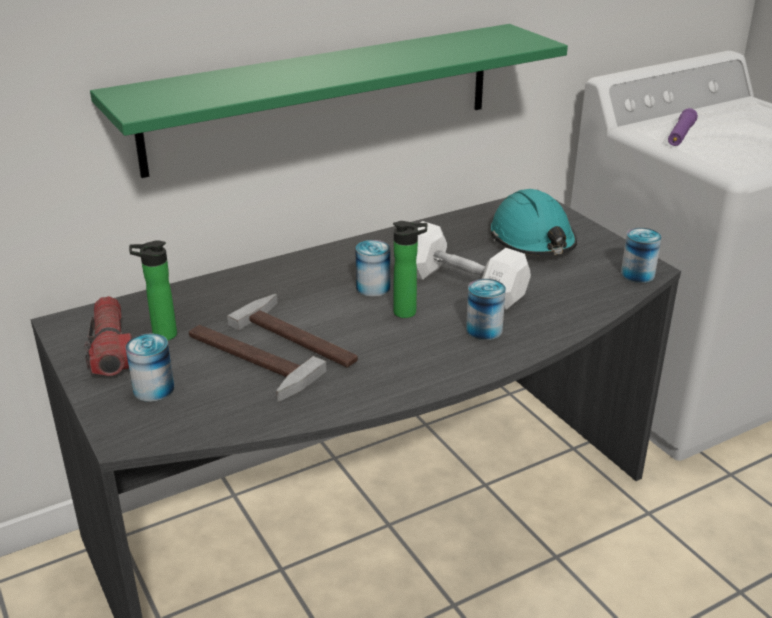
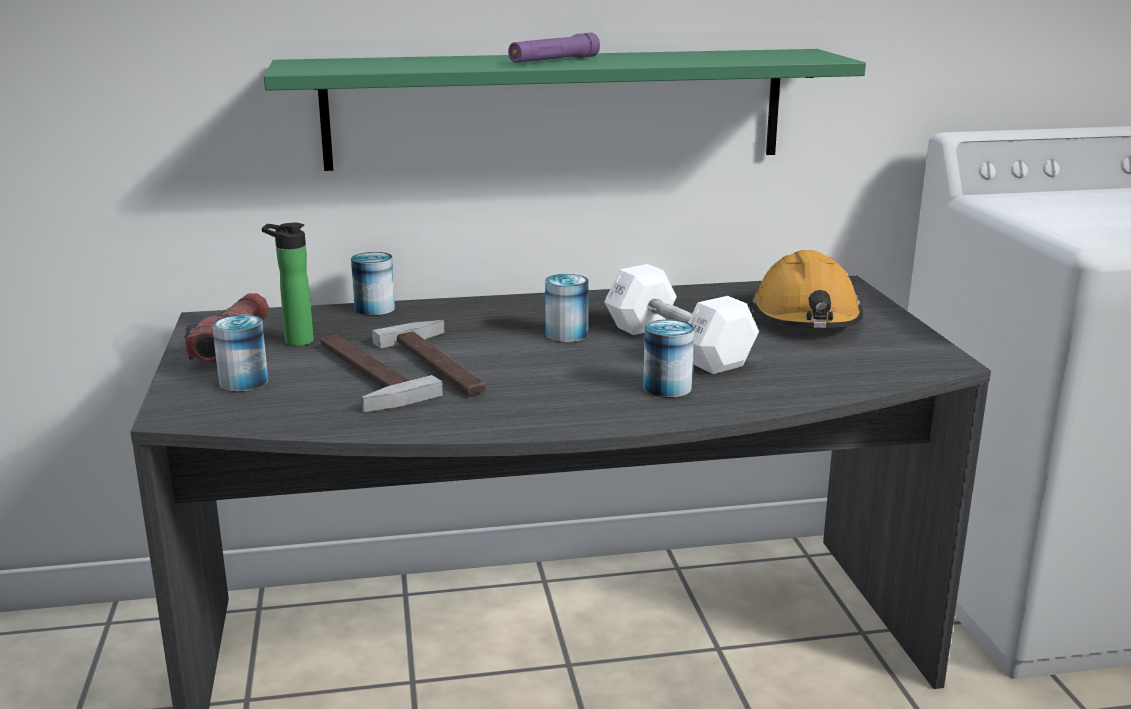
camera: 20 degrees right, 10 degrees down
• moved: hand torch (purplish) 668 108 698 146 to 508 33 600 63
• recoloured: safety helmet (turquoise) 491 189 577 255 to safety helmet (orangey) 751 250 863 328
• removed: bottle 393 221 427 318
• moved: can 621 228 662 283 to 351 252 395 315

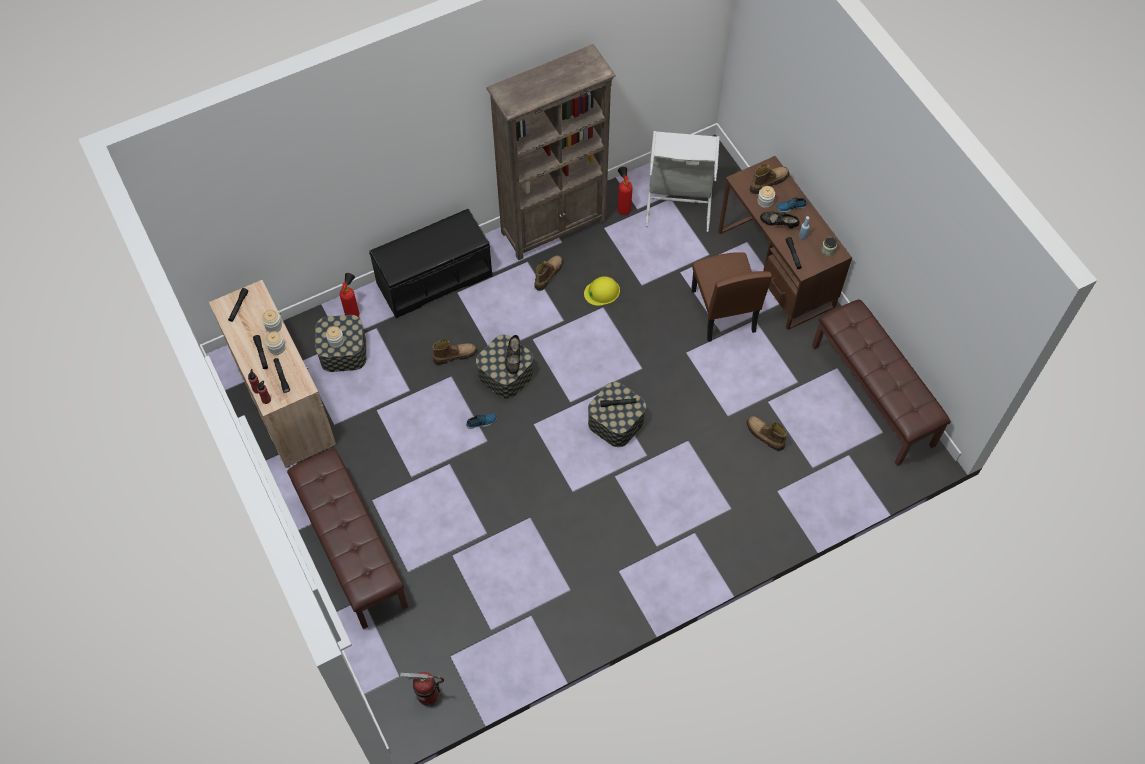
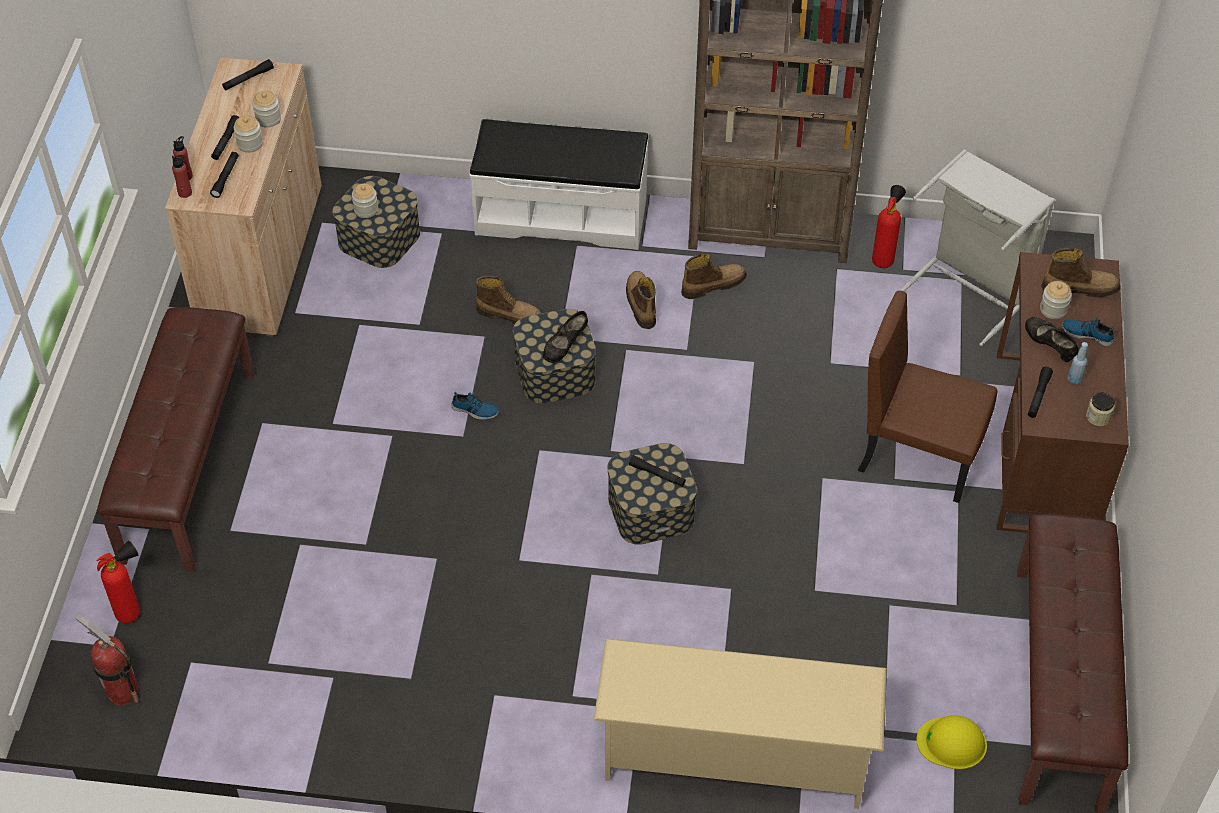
camera: 35 degrees right, 10 degrees down
• recoloured: bench (black-coloured) 369 209 492 318 to bench (whitish) 469 119 648 250
• turned: upright chair (brown-coloured) 691 252 772 342 = 858 291 998 503 90 degrees clockwise
• moved: extinguisher 340 273 359 317 to 96 541 140 623
• moved: safety helmet (yellow) 584 276 620 306 to 917 715 987 769
• moved: tall boot 747 416 787 451 to 626 271 656 329
• added: shoe rack (sand-coloured) 594 639 887 809

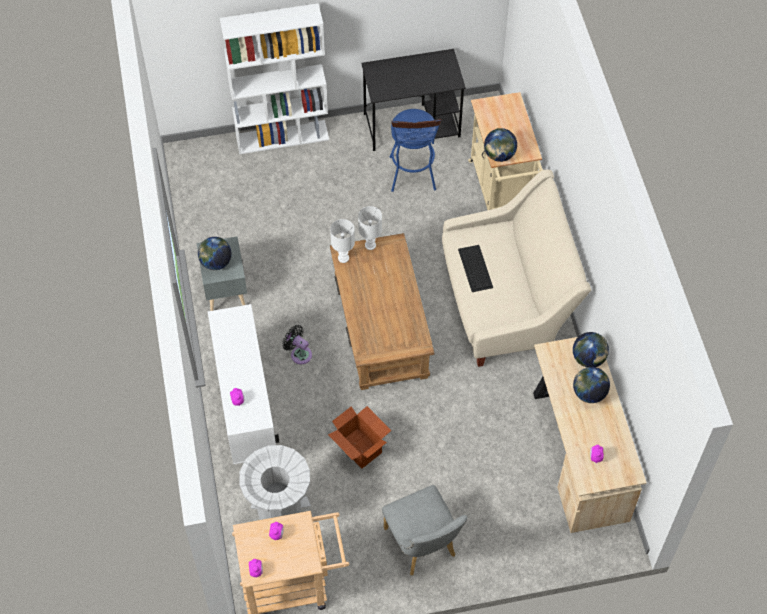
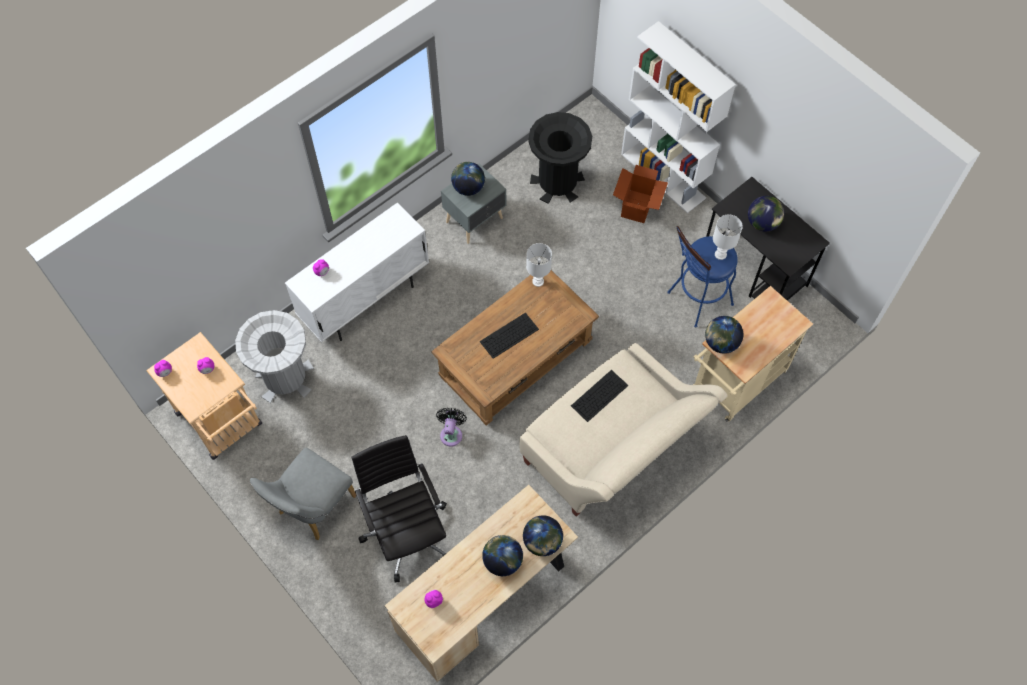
camera: 60 degrees right, 5 degrees up
• moved: tabletop lamp (whitish) 358 206 382 250 to 713 215 743 260
• moved: cooling fan (black-coloured) 282 325 312 364 to 436 408 467 447
• moved: cardboard box 328 406 392 469 to 613 165 668 223
• added: trash can (black-coloured) 528 112 592 204
• added: globe 748 196 784 232
• added: PC keyboard 480 312 539 359
• added: computer chair (black-coloured) 351 435 447 582

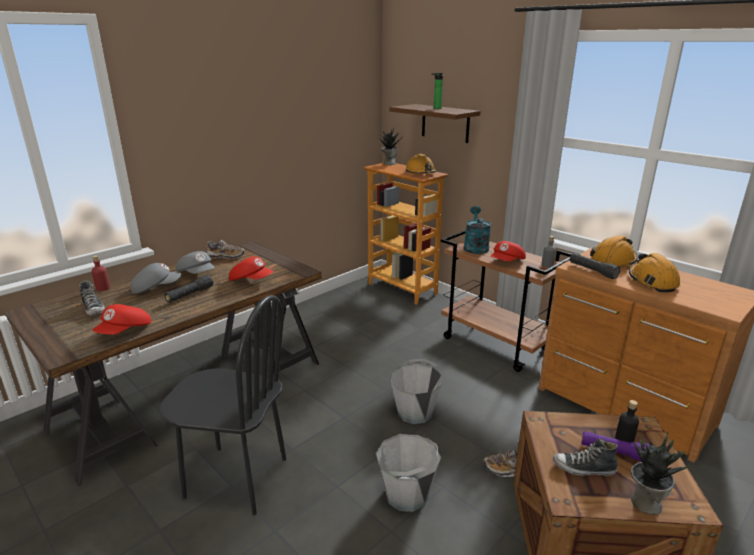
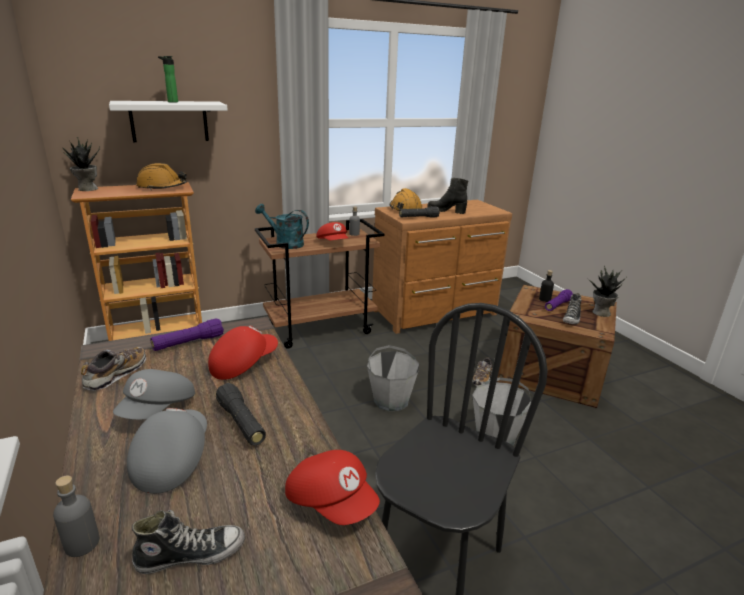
camera: 70 degrees left, 0 degrees up
• recoloured: bracket shelf (brown-coloured) 389 104 481 143 to bracket shelf (whitish) 109 101 228 142
• turned: peaked cap (grey) 176 251 215 274 = 113 369 195 419 135 degrees clockwise
• replaced: safety helmet (orangey) 629 253 680 292 to tall boot (black-coloured) 427 178 468 214
• recoloured: bottle (reddish) 92 255 110 291 to bottle (grey) 53 475 99 557
• added: hand torch (purplish) 150 318 224 351

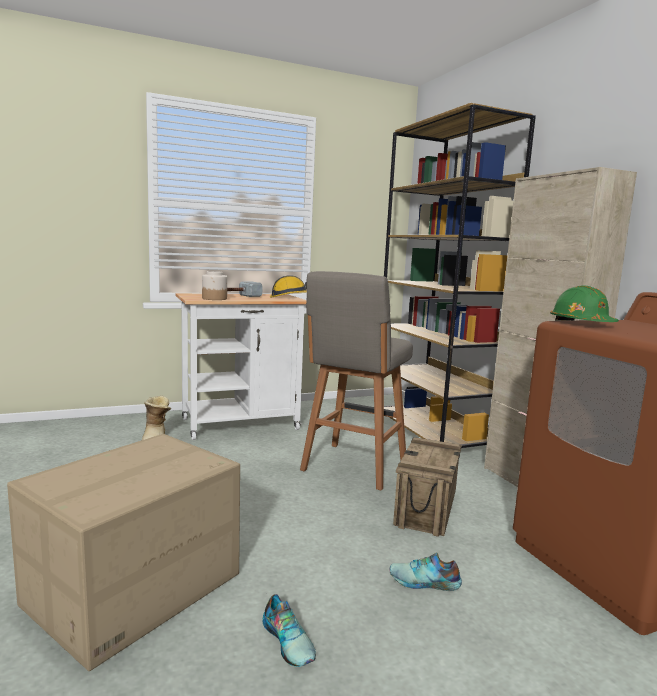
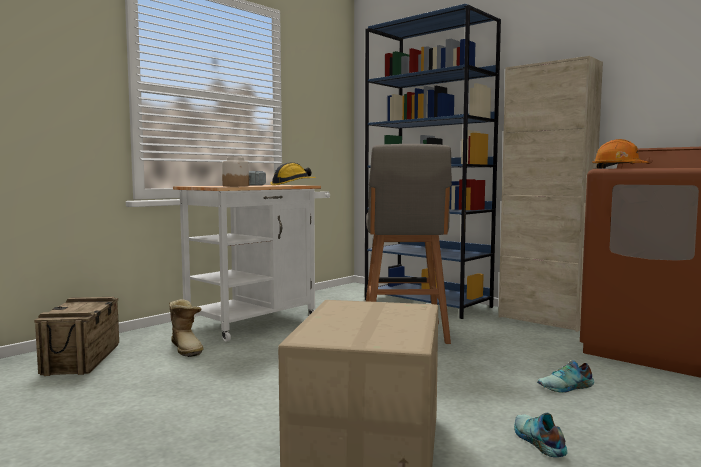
camera: 25 degrees left, 5 degrees down
• recoloured: shelving unit (brown-coloured) 384 103 536 448 to shelving unit (bluish) 365 3 501 319
• recoloured: safety helmet (green) 550 285 619 322 to safety helmet (orangey) 592 139 649 169
• moved: crate 393 437 462 537 to 34 297 119 376
• turned: item of footwear 262 594 316 667 = 514 413 567 457 135 degrees counterclockwise

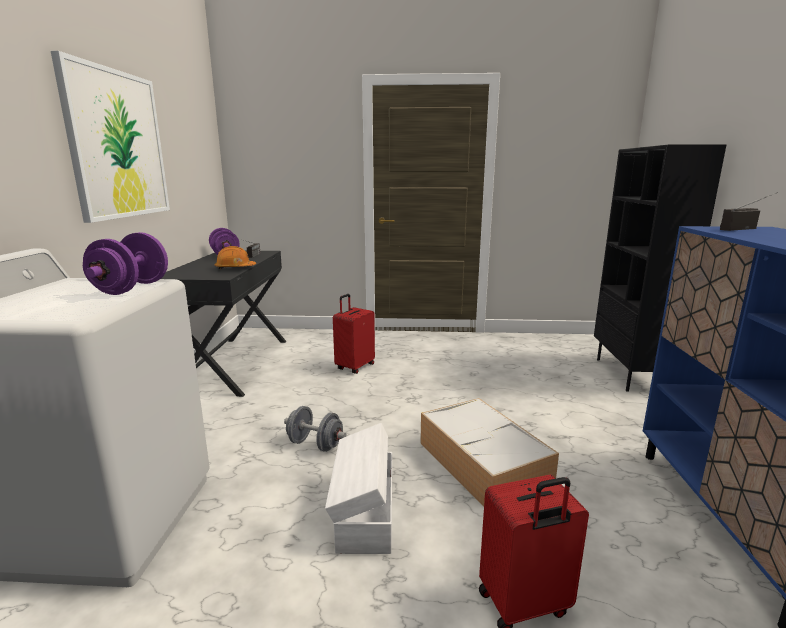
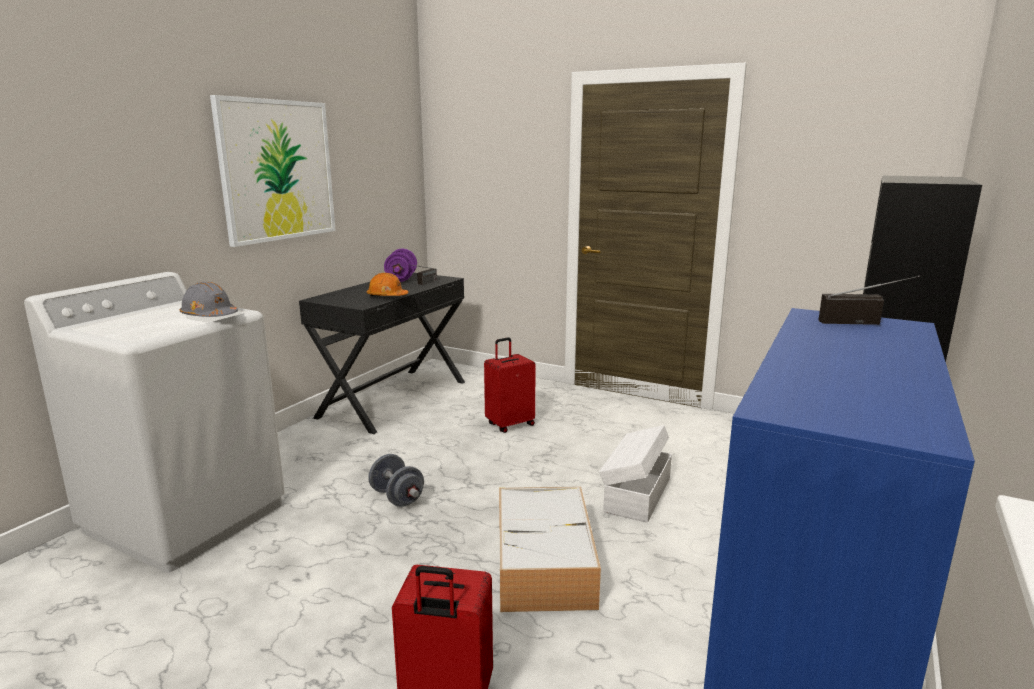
camera: 25 degrees right, 0 degrees up
• replaced: dumbbell (purplish) 83 232 168 295 to safety helmet (grey) 180 282 238 317
• moved: storage bin (whitish) 325 423 392 554 to 599 425 672 523

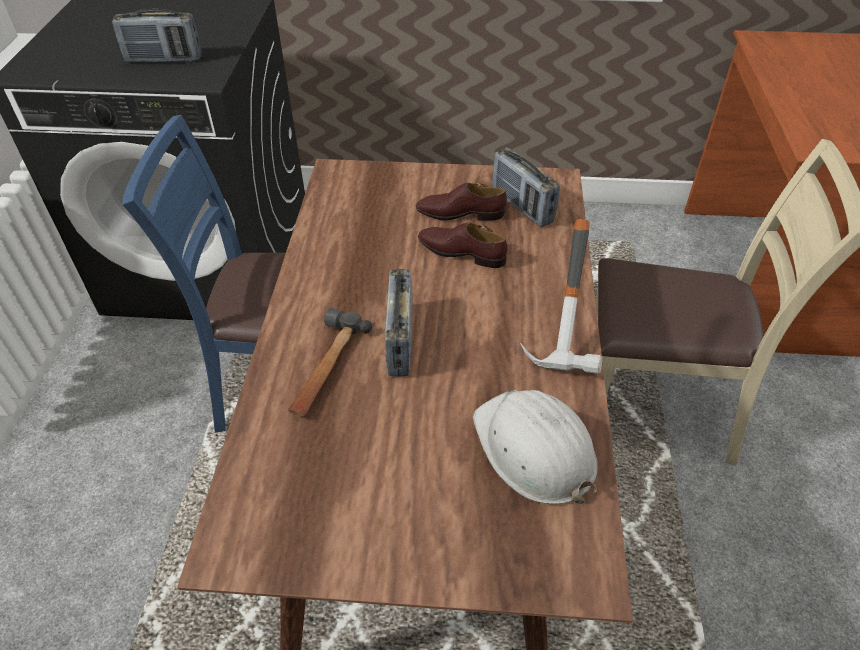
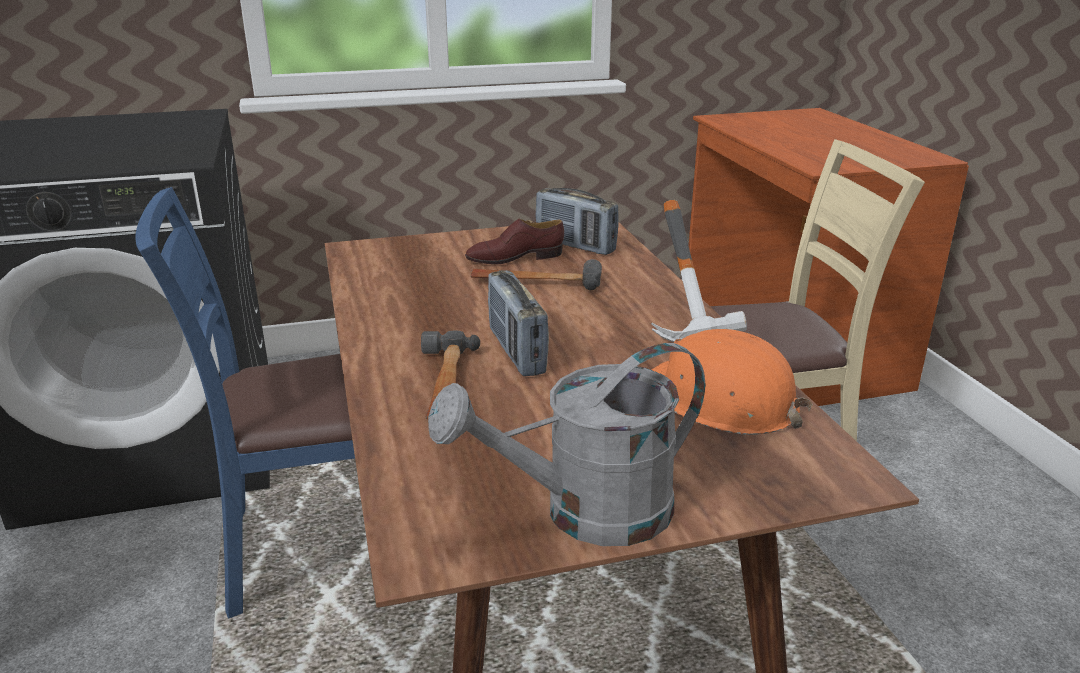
camera: 20 degrees left, 20 degrees down
• removed: radio 112 9 202 63
• replaced: item of footwear (brown-coloured) 418 222 508 268 to hand hammer 471 259 602 290
• recoloured: safety helmet (whitish) 473 390 598 504 to safety helmet (orangey) 652 329 813 435
• added: watering pot (grey) 428 343 705 546

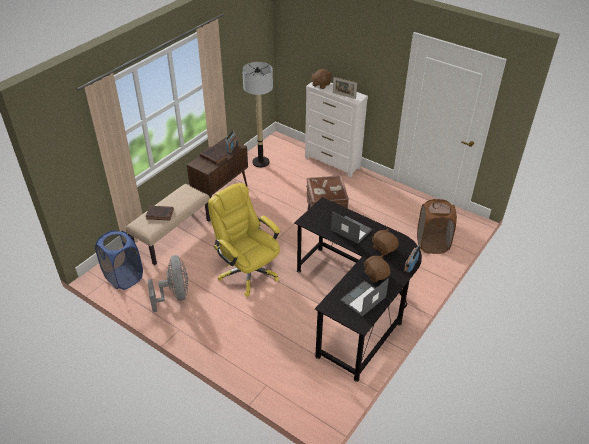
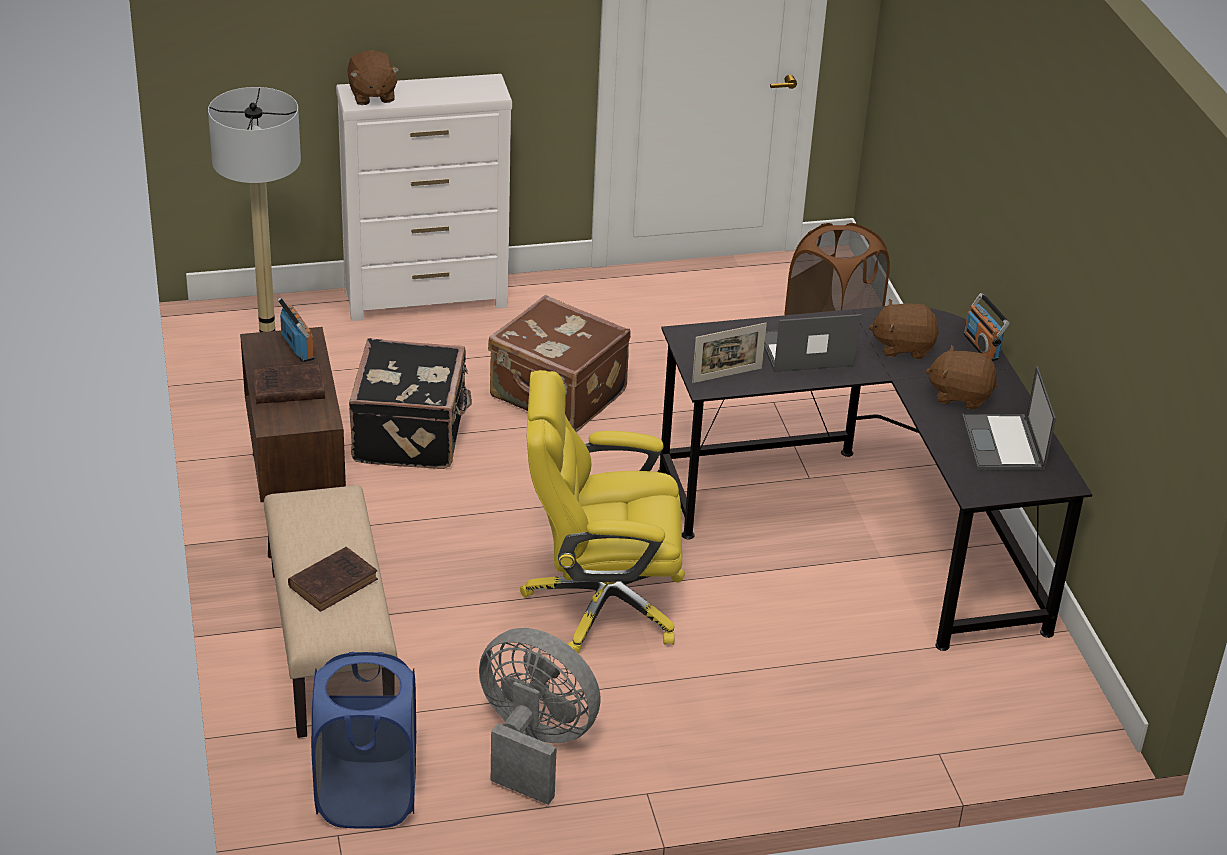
camera: 50 degrees left, 5 degrees down
• moved: standing frame 333 77 357 99 to 692 323 767 383
• added: travel case (black-coloured) 349 338 472 469

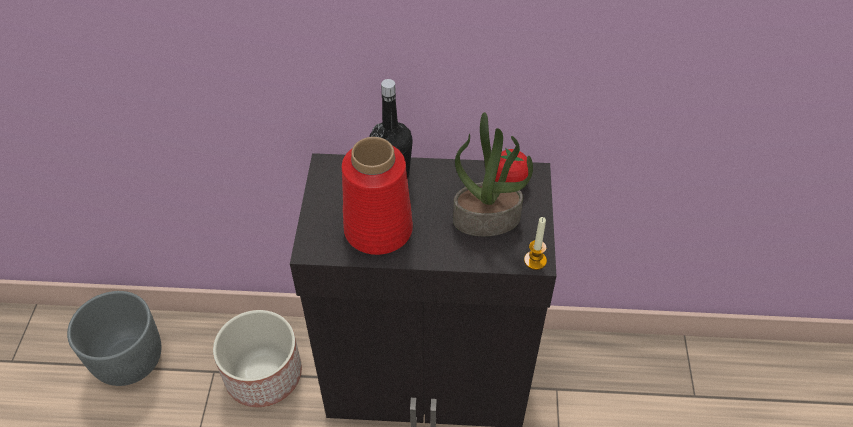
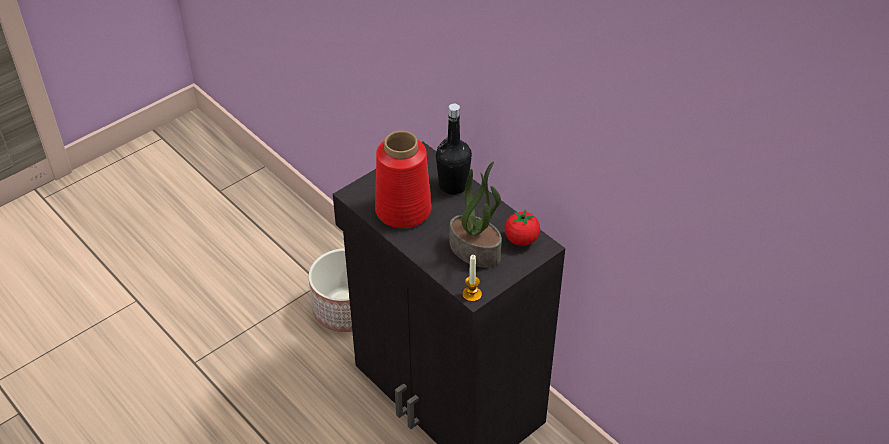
camera: 45 degrees right, 5 degrees down
• removed: plant pot (grey) 67 291 161 386

